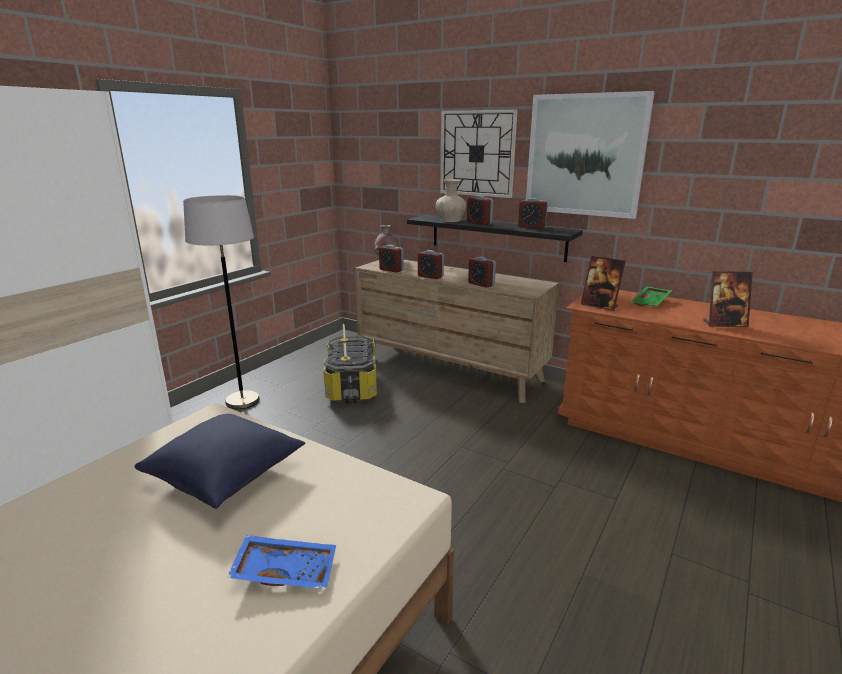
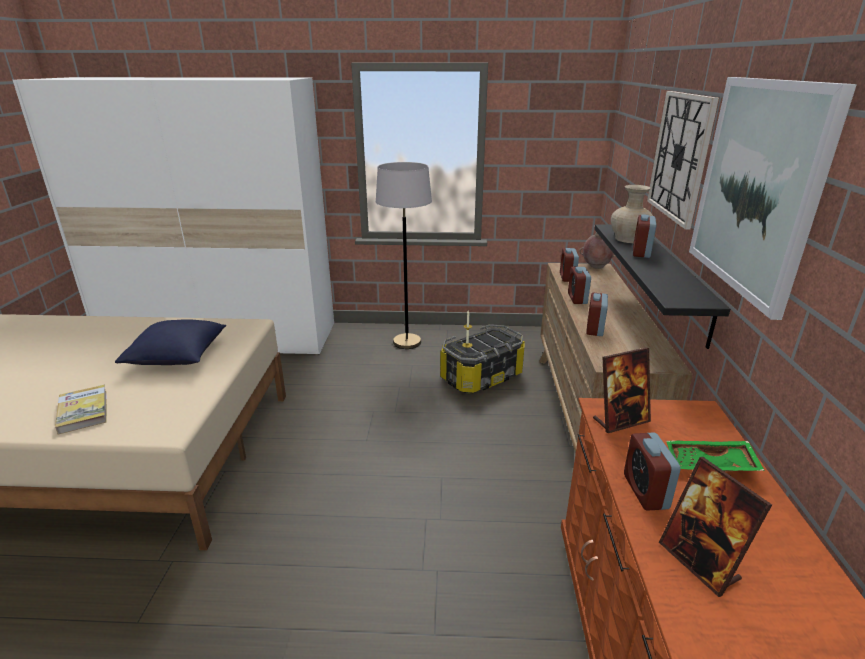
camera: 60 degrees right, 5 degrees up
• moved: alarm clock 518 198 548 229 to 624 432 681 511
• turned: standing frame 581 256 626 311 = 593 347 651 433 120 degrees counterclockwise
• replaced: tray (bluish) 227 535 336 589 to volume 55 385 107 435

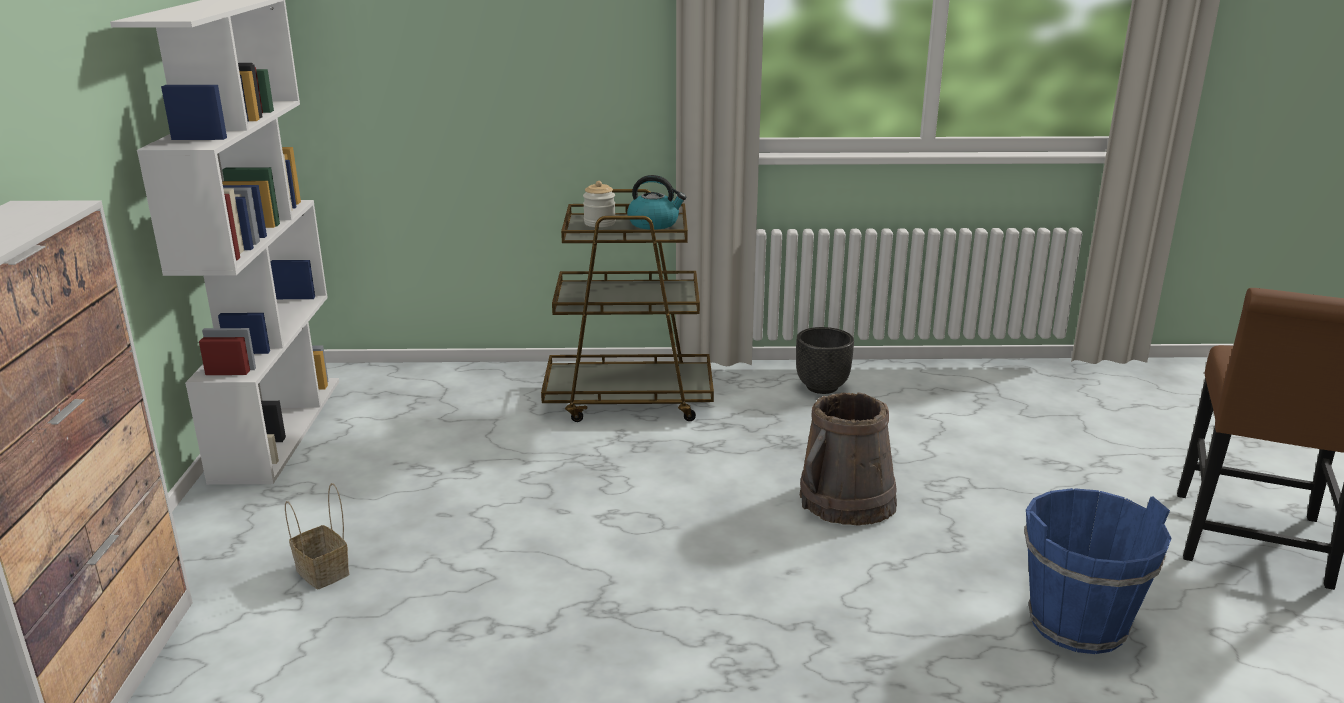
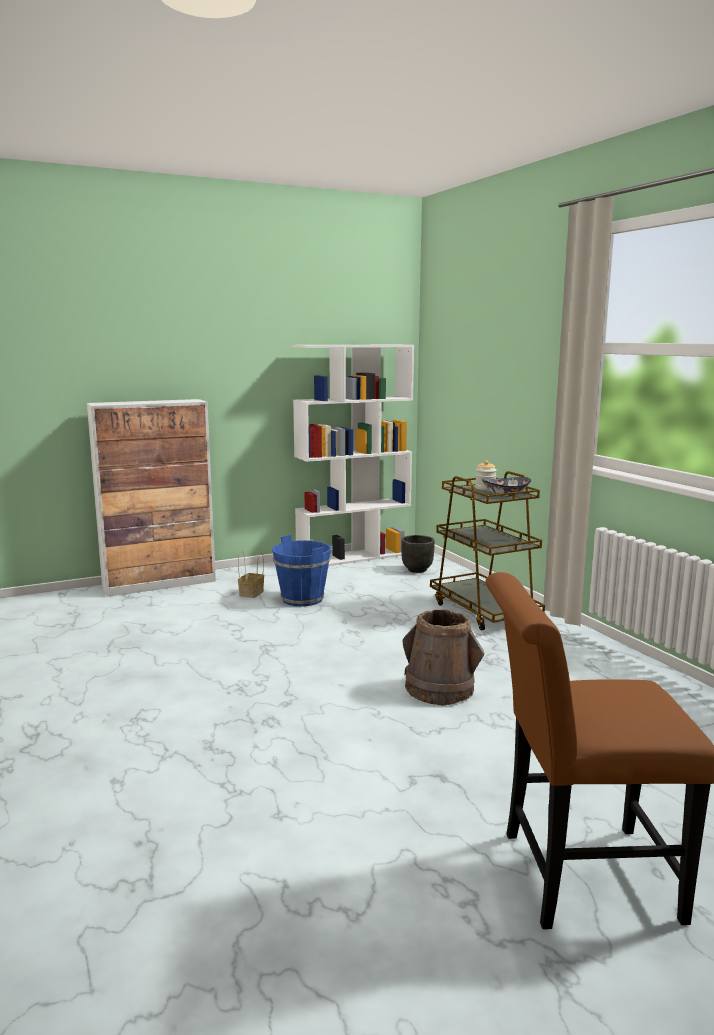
camera: 65 degrees right, 10 degrees down
• replaced: tea kettle 627 175 686 230 to serving bowl 482 477 531 497
• moved: plant pot (black-coloured) 796 327 854 394 to 401 535 435 573
• moved: bucket (bluish) 1024 488 1171 654 to 272 535 331 606

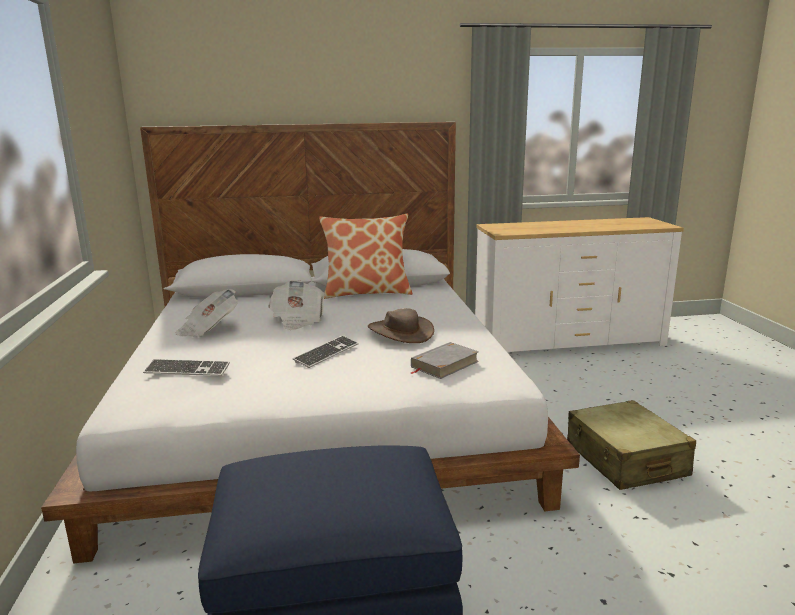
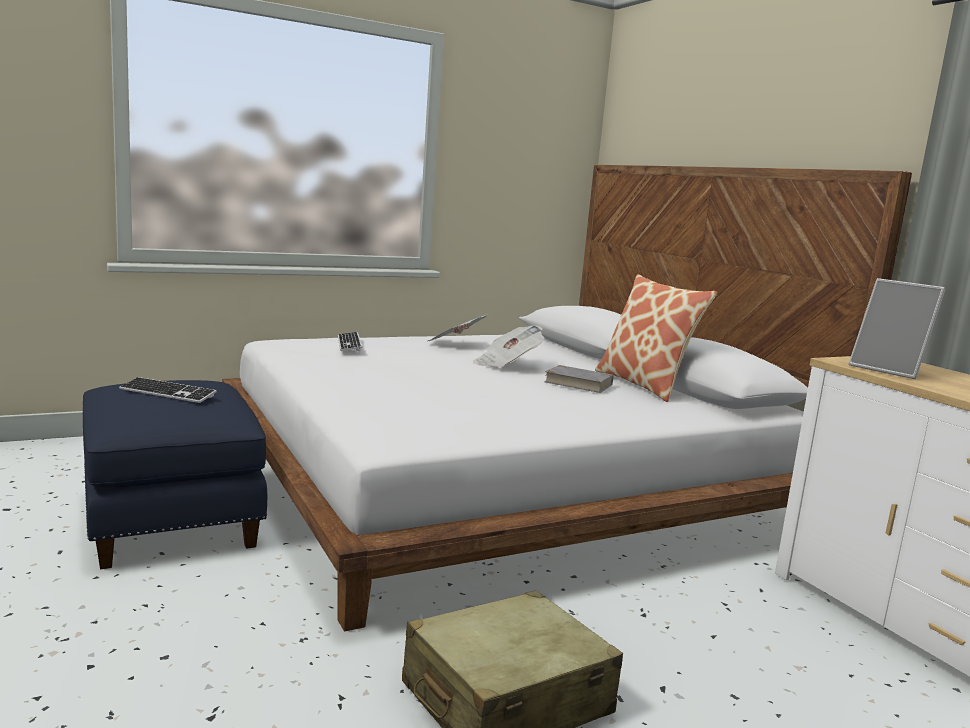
camera: 70 degrees right, 5 degrees down
• removed: hat (brown-coloured) 368 308 434 343
• moved: PC keyboard 293 336 358 368 to 119 377 217 403
• moved: volume (grey) 411 342 479 379 to 544 365 613 393
• added: standing frame 849 278 946 379

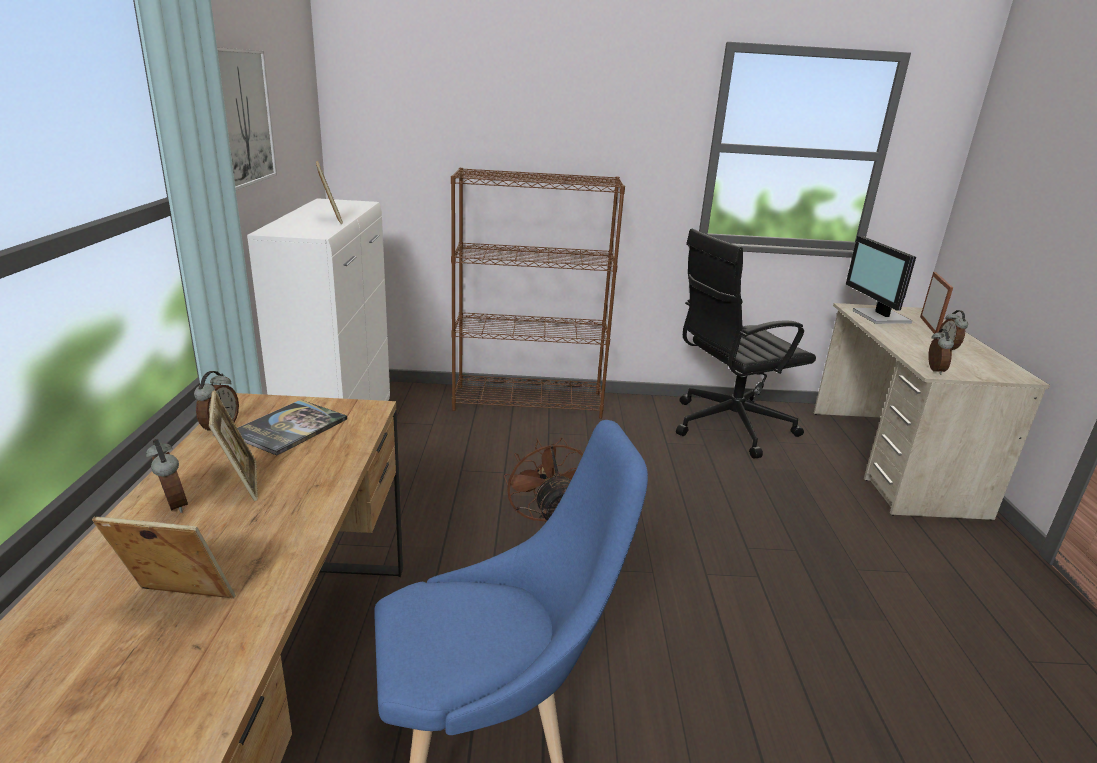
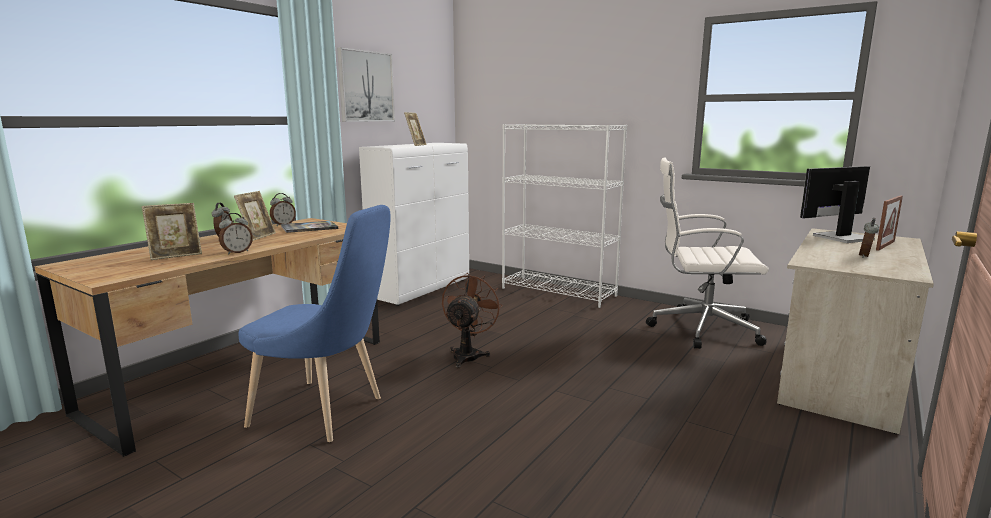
camera: 35 degrees right, 10 degrees down
• recoloured: shelving unit (brown-coloured) 451 168 625 419 to shelving unit (whitish) 502 124 627 308
• recoloured: computer chair (black-coloured) 676 229 816 458 to computer chair (whitish) 646 157 769 349
• turned: monitor 846 236 916 324 = 800 166 875 243 45 degrees clockwise
• moved: alarm clock 928 329 954 375 to 219 213 253 255
• turned: standing frame 92 517 236 599 = 142 203 202 260 105 degrees clockwise

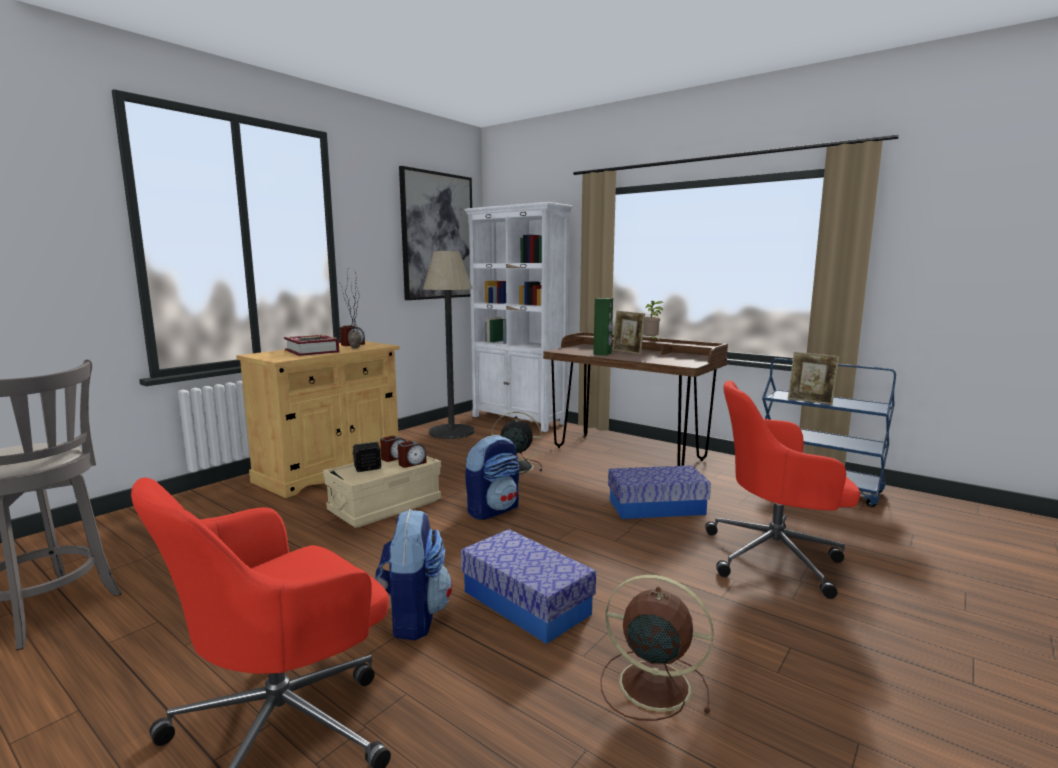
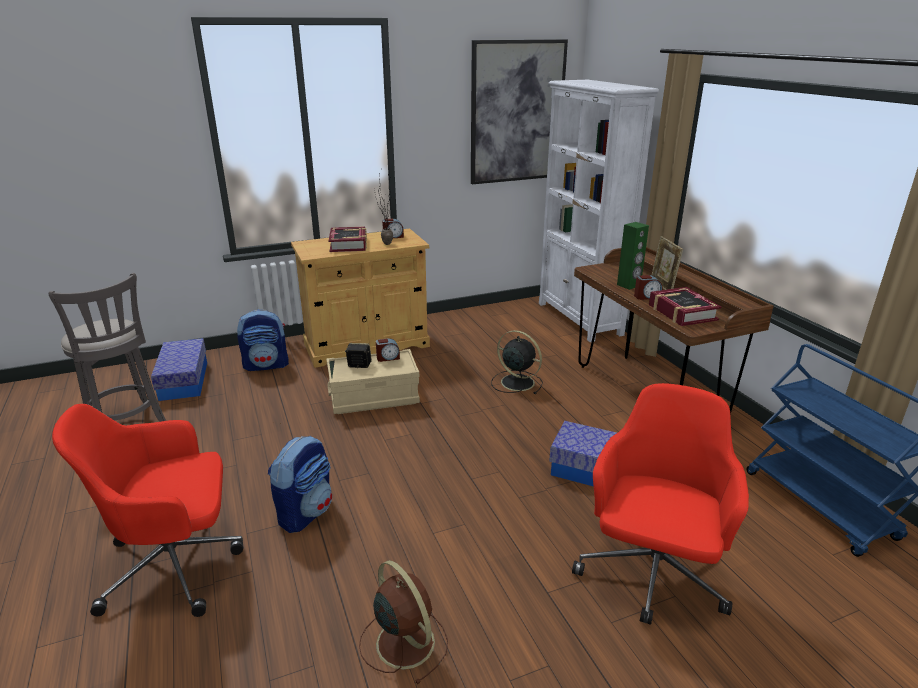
camera: 30 degrees right, 15 degrees up
• removed: standard lamp 423 251 474 439
• removed: houseplant 643 301 663 339
• removed: standing frame 788 352 839 405
• turned: computer chair (reddish) 705 380 860 599 = 572 383 749 625 75 degrees clockwise
• moved: backpack 465 435 519 520 to 237 309 289 371
• moved: alarm clock 398 441 427 468 to 634 275 663 300
• moved: storage bin 461 529 596 644 to 151 338 207 401
• added: volume 649 287 721 326

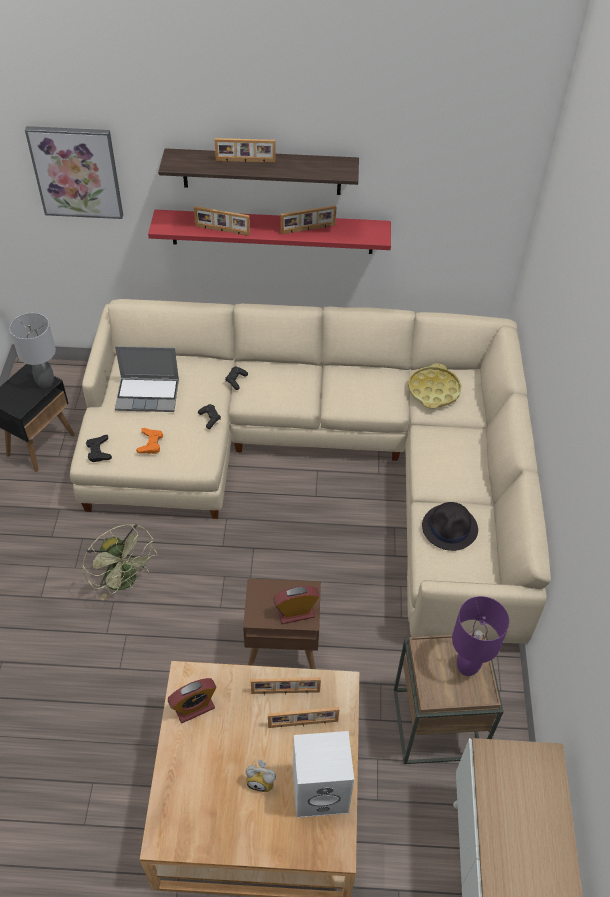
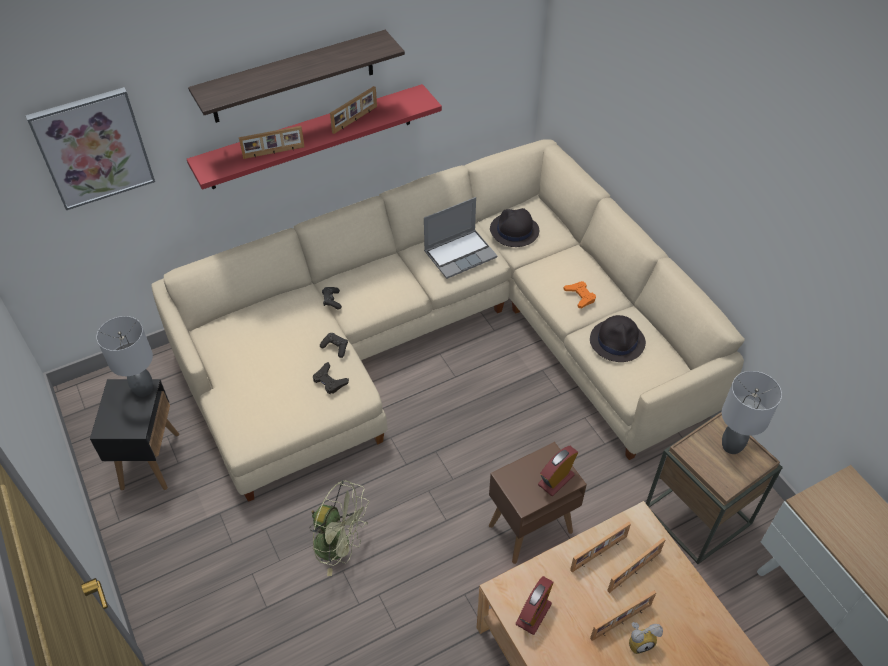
camera: 30 degrees left, 0 degrees up
• moved: standing frame 215 138 276 163 to 590 590 656 641
• moved: portable computer 115 346 179 412 to 424 197 497 279
• replaced: tray (yellow) 408 363 461 409 to hat (black-coloured) 490 208 539 247
• moved: game controller (orangey) 136 428 163 454 to 563 281 596 308
• moved: game controller (black-coloured) 86 435 112 462 to 313 362 349 394
• recoloured: tabletop lamp (purplish) 452 596 509 676 to tabletop lamp (grey) 722 371 782 454
• removed: loudspeaker (whitish) 293 731 354 818

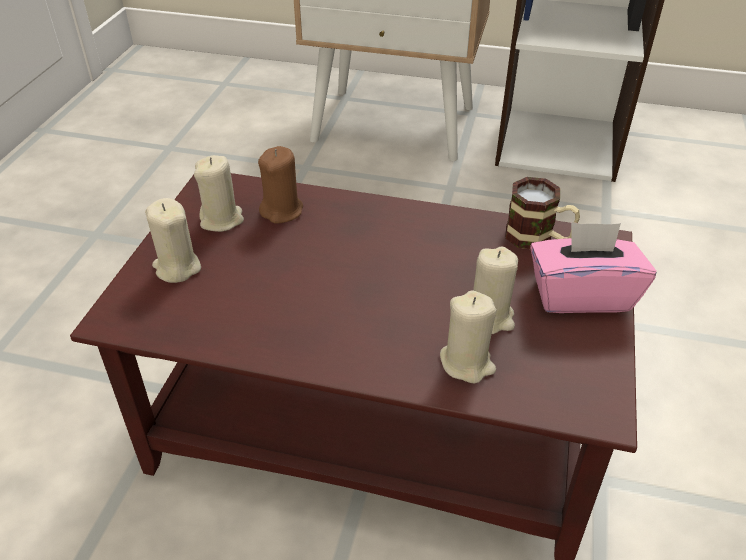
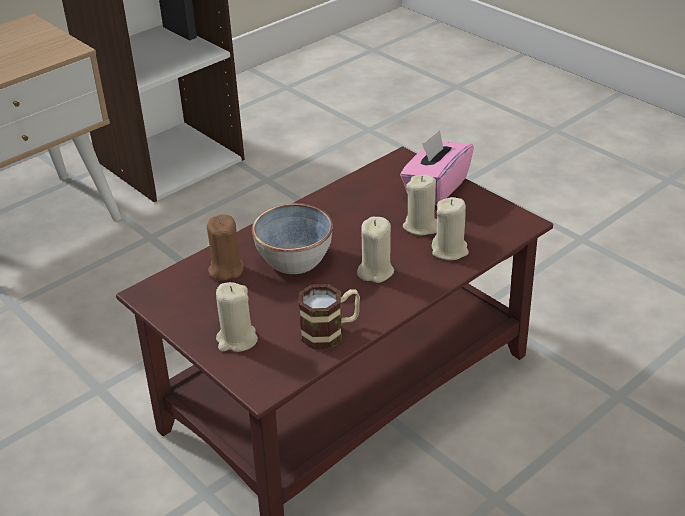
camera: 55 degrees left, 5 degrees down
• moved: candle (sand-coloured) 194 155 244 232 to 357 217 394 283
• moved: mug 505 177 580 249 to 298 284 360 349
• added: serving bowl 252 203 333 274

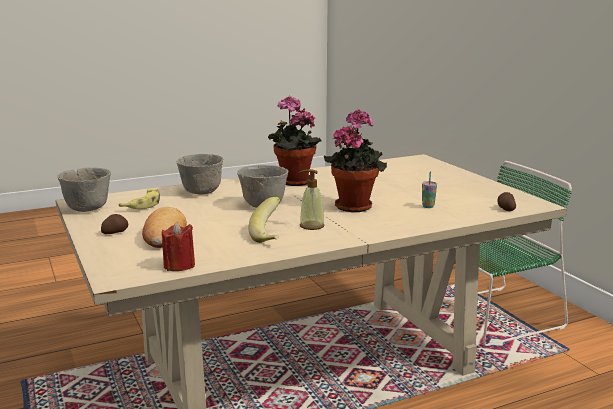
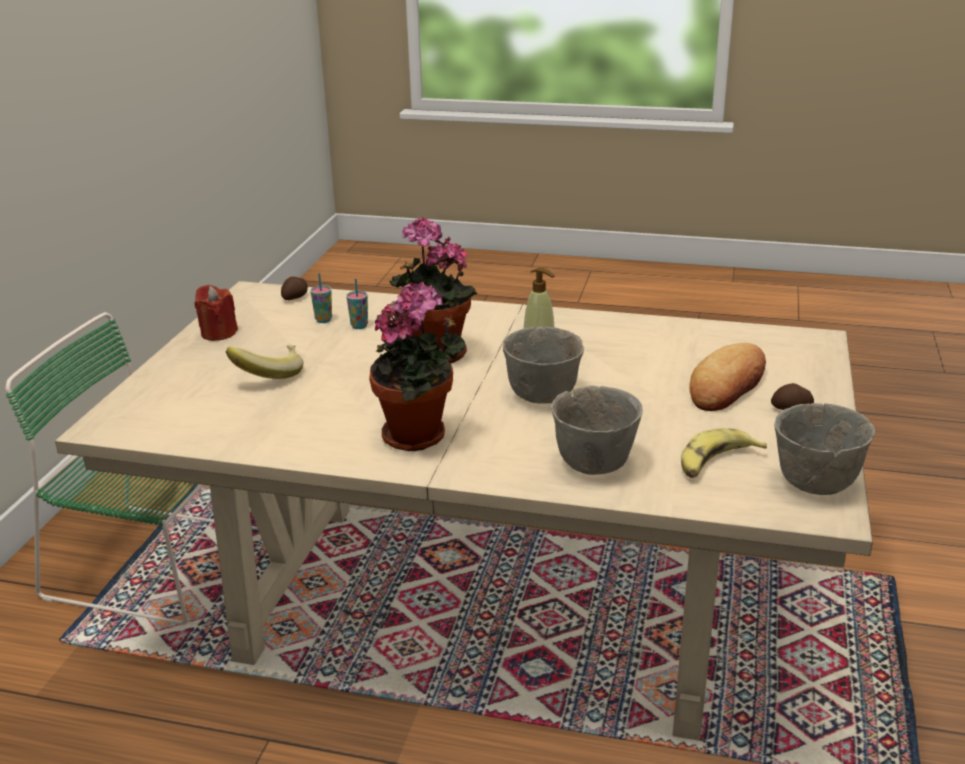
camera: 140 degrees left, 10 degrees up
• moved: banana fruit 248 197 280 243 to 226 345 303 379
• moved: candle (reddish) 162 222 195 271 to 195 285 238 341
• added: cup 310 273 332 323

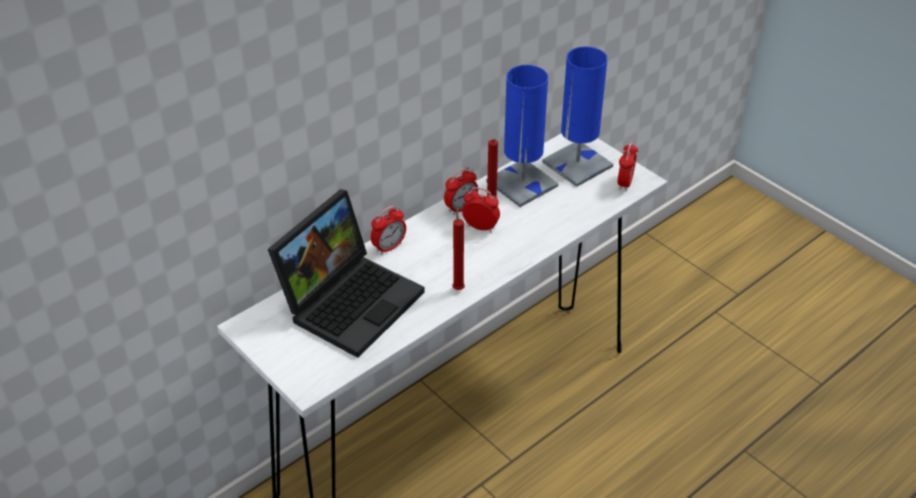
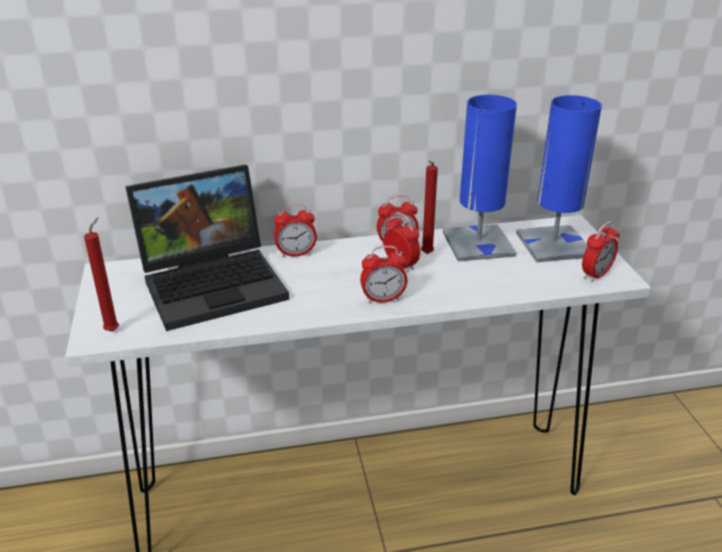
camera: 30 degrees right, 10 degrees down
• moved: candle (reddish) 452 207 465 290 to 84 218 119 332
• added: alarm clock 360 246 407 304

